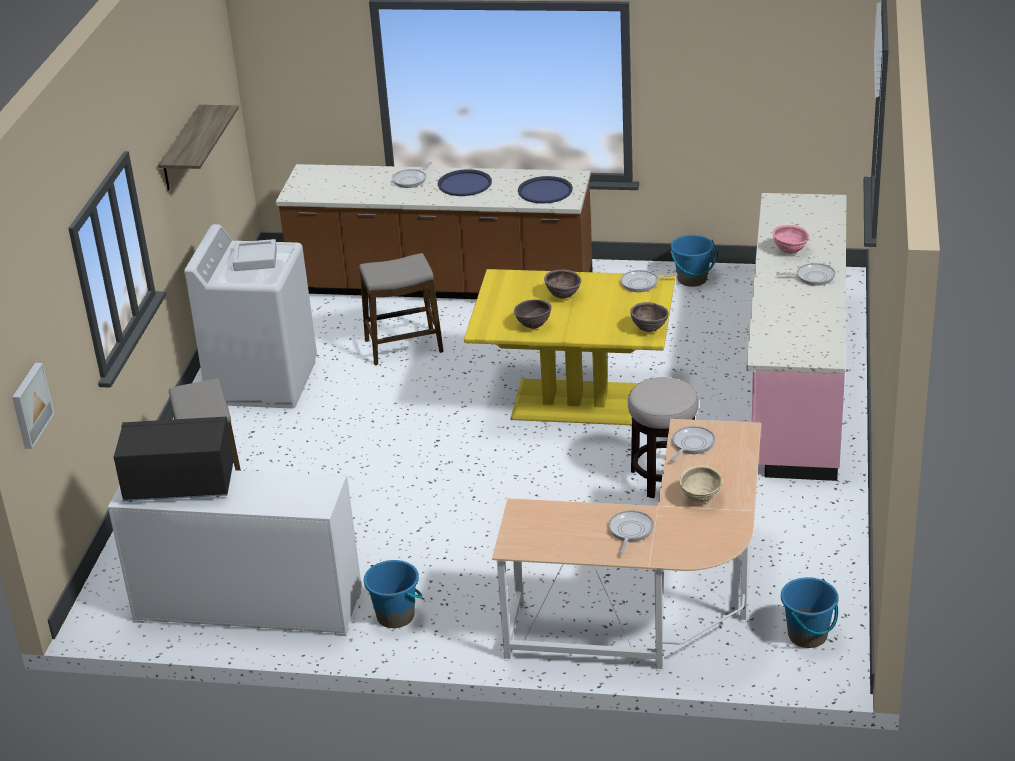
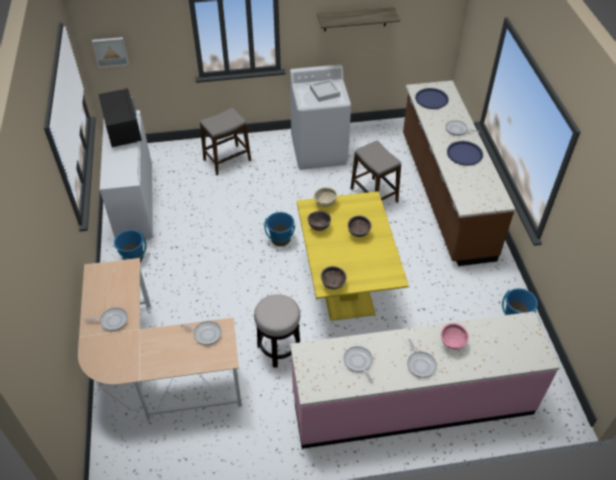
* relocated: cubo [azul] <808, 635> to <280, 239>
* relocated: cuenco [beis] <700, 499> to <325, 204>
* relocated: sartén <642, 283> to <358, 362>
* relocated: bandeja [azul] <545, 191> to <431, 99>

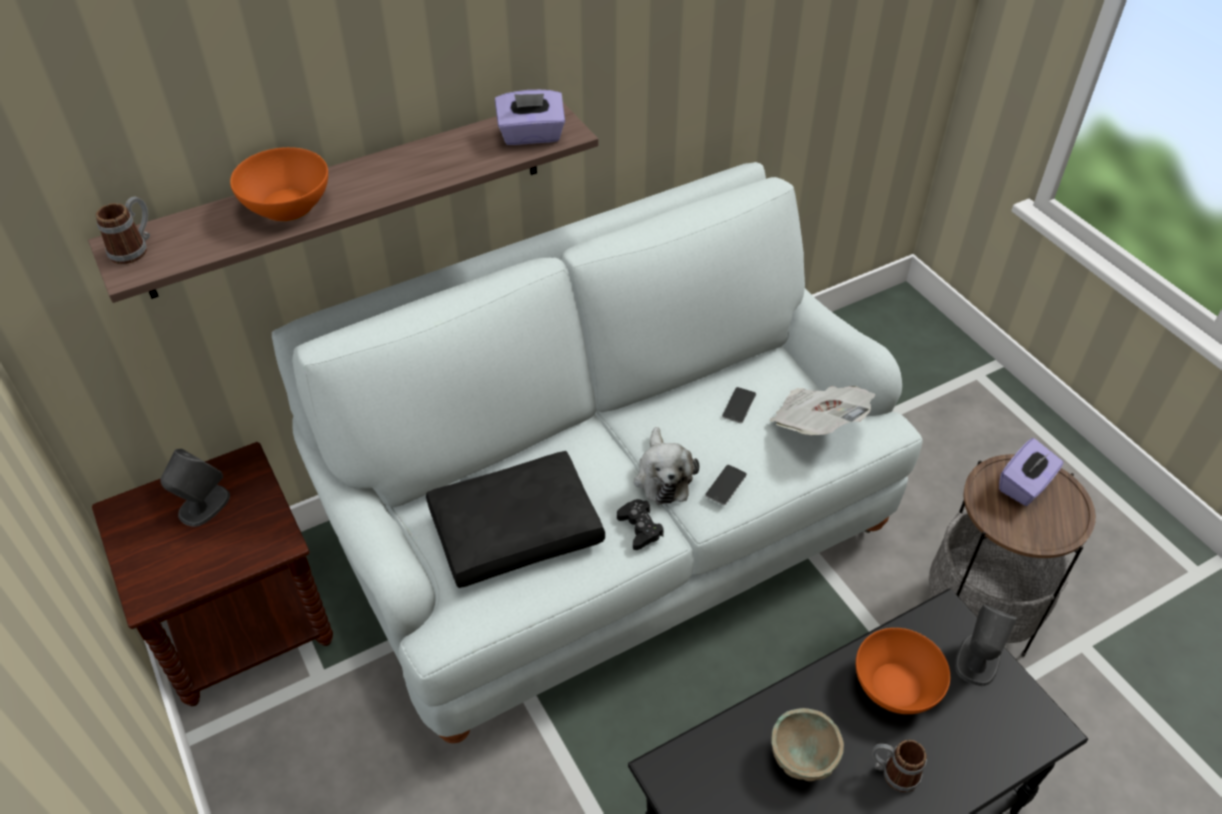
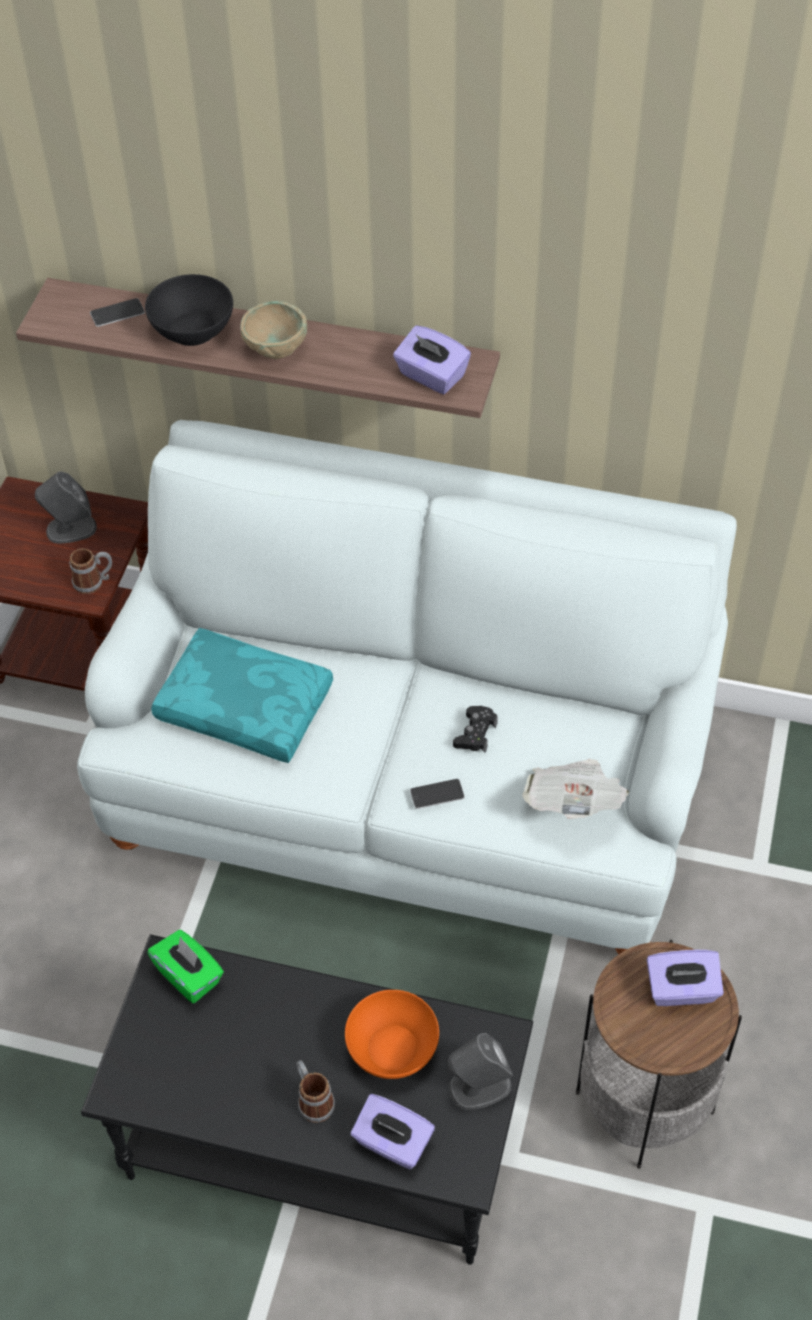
* relocated: taza grande <134, 248> to <94, 582>
* relocated: móvil <739, 405> to <117, 313>
* colour: cuenco [naranja] <287, 205> to cuenco [negro] <192, 329>
* appeared: caja de pañuelos [verde] <189, 976>
* colour: cojín [negro] <516, 527> to cojín [turquesa] <247, 705>
* relocated: cuenco [beis] <803, 758> to <276, 349>
* appeared: caja de pañuelos [morado] <392, 1143>
* relocated: mando de consola [negro] <640, 528> to <475, 733>
* missing: peluche <663, 476>

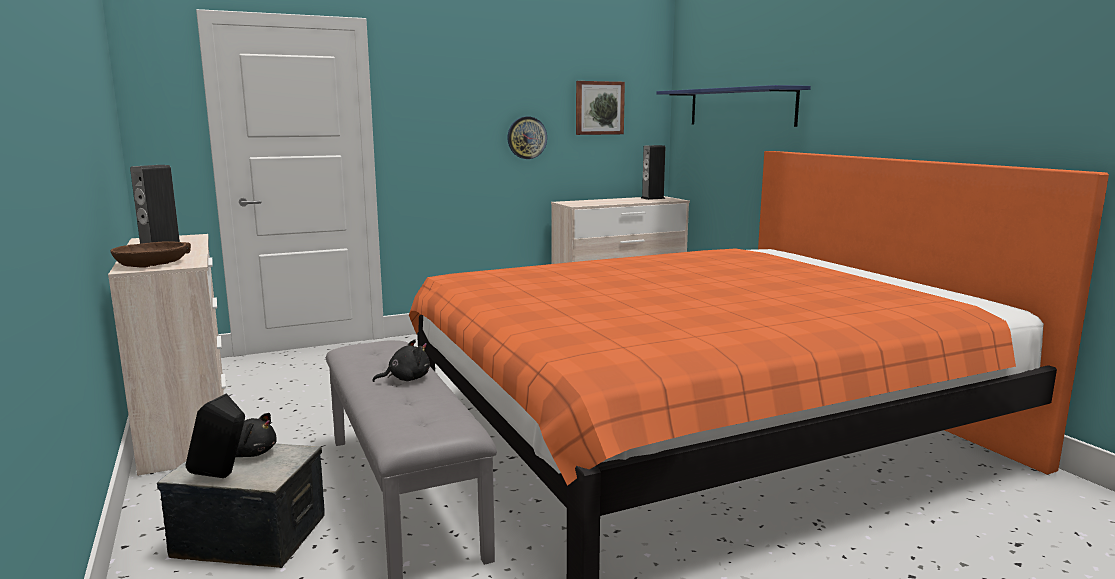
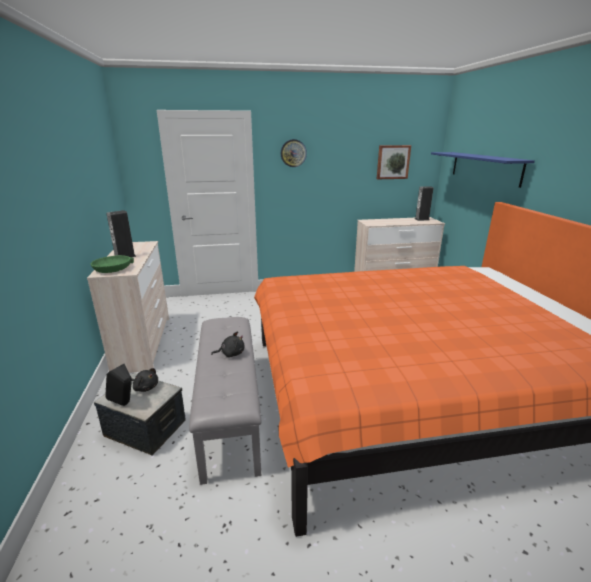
* colour: cuenco [marrón] <151, 263> to cuenco [verde] <113, 269>
* relocated: reloj de pared <526, 137> to <293, 153>

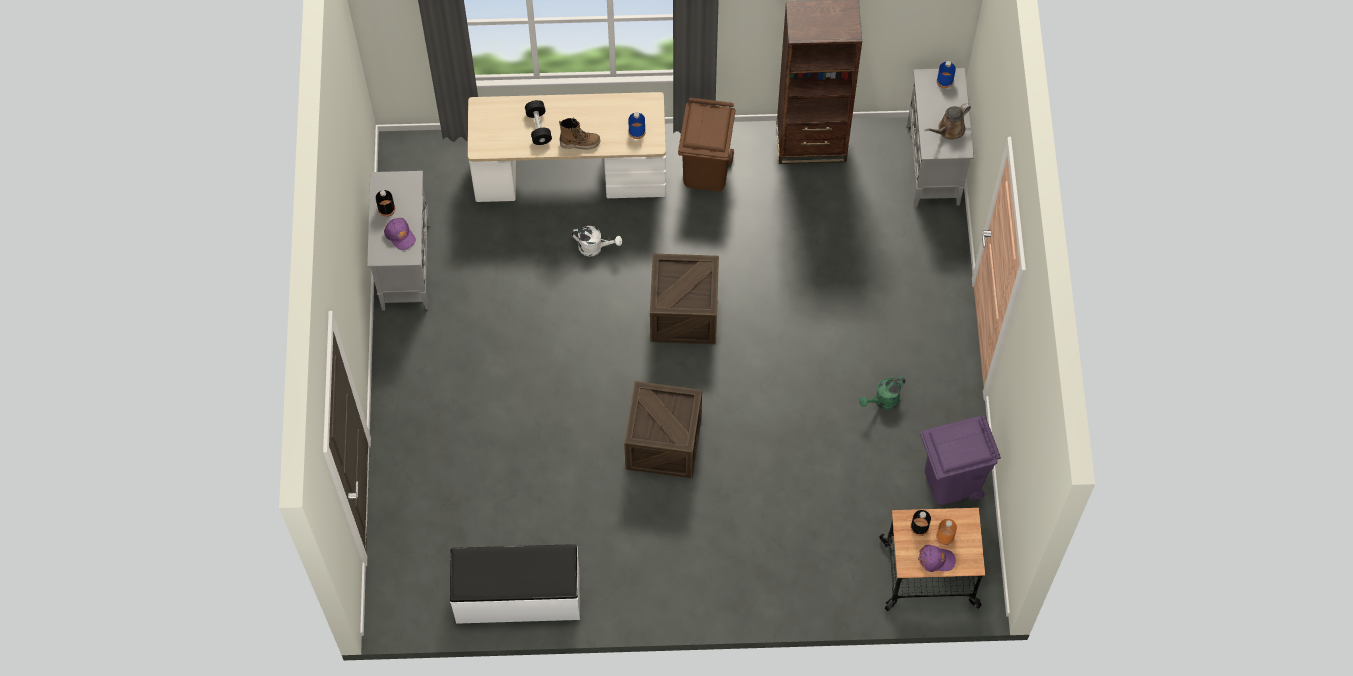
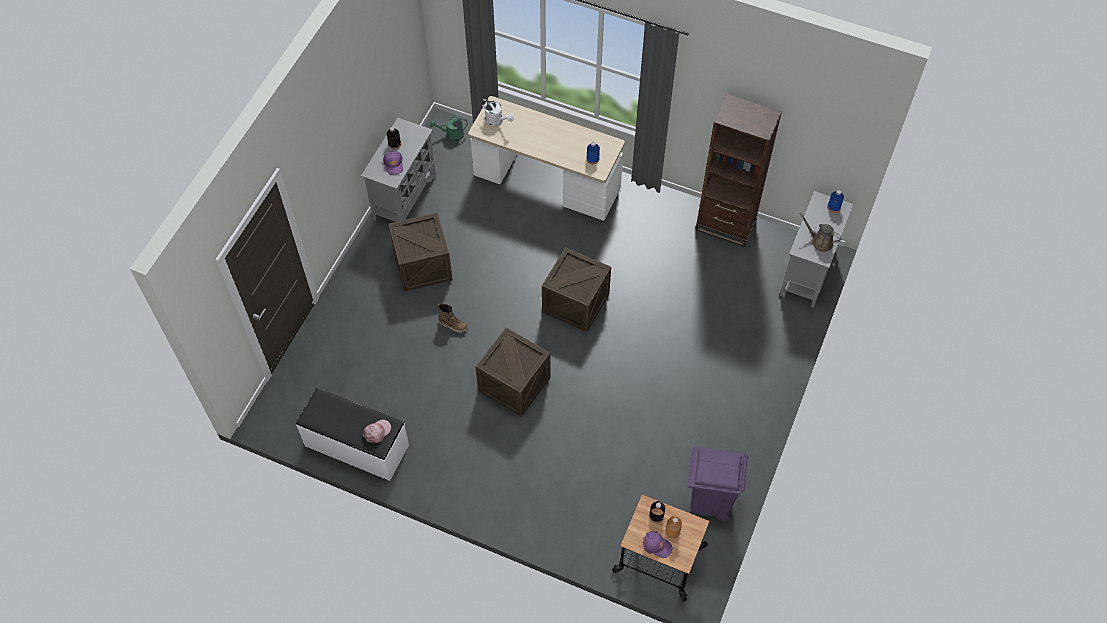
* appeared: gorra [rosa] <377, 432>
* appeared: caja de embalaje <423, 265>
* relocated: regadera [verde] <883, 401> to <451, 134>
* relocated: bota <580, 143> to <453, 325>
* relocated: regadera [blanco] <595, 247> to <496, 121>
* spun: regadera [marrón] <949, 130> = <820, 241> 45 degrees clockwise
* missing: mancuerna [negro] <538, 127>
* missing: papelera [marrón] <706, 171>

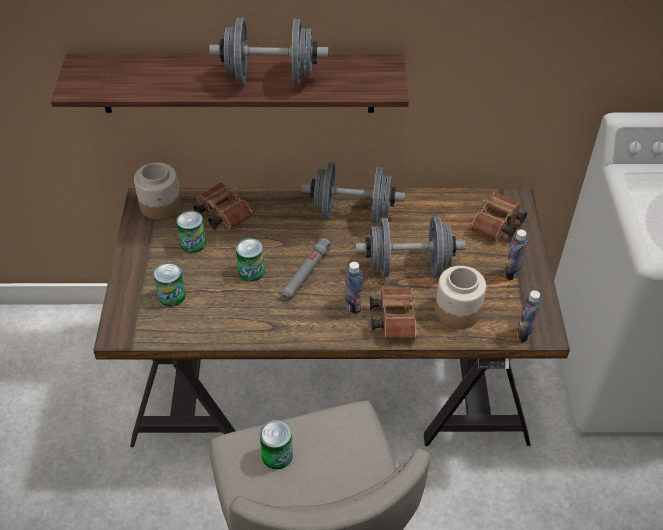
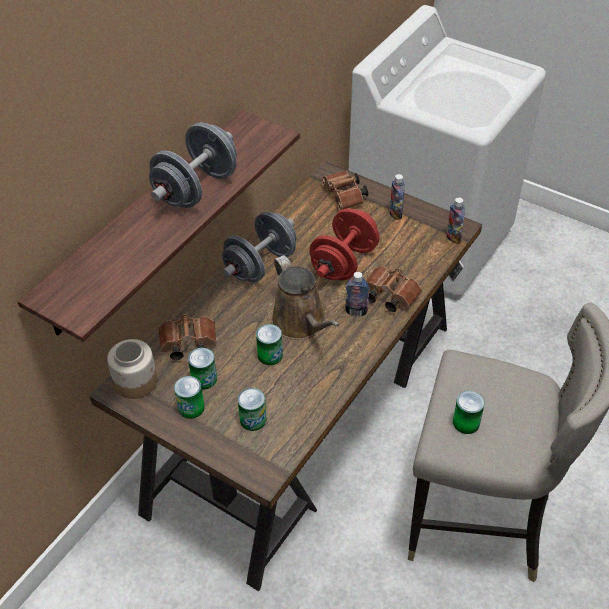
* appeared: lata <191, 407>
* exchanged: linterna [gris] <306, 274> to regadera [marrón] <301, 323>
* colour: mancuerna [gris] <408, 266> to mancuerna [rojo] <344, 262>
* missing: tarro <457, 311>

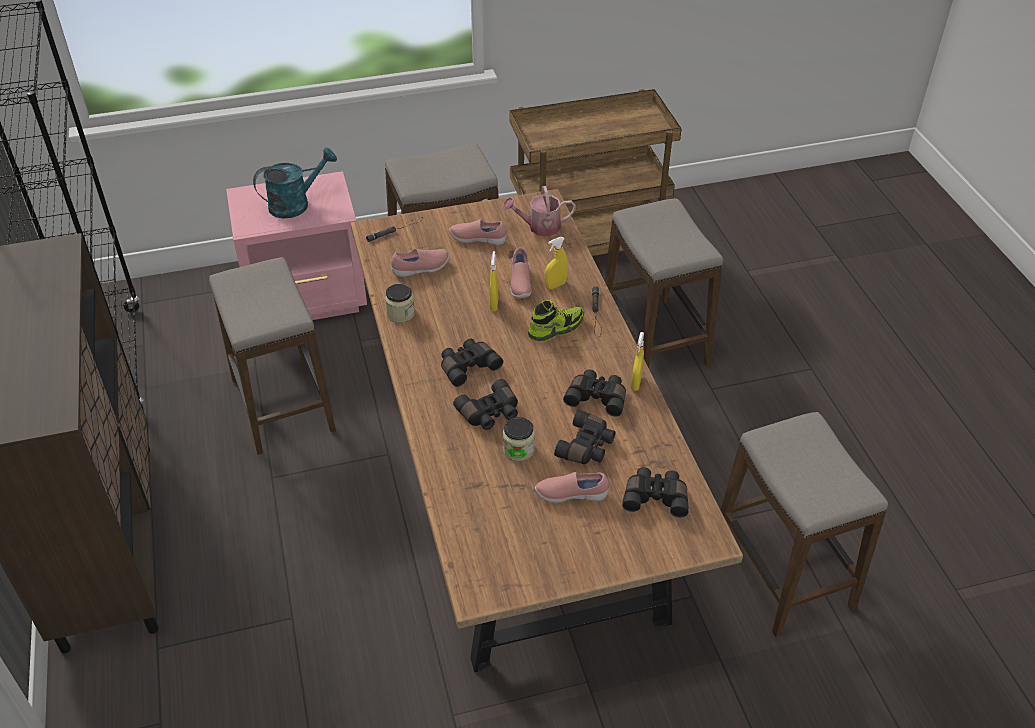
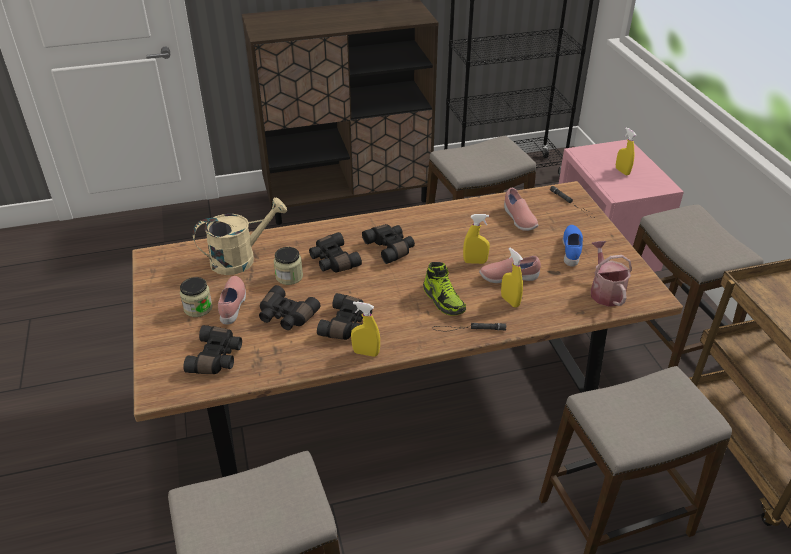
* relocated: tarro <400, 314> to <198, 308>
* appeared: regadera [beis] <241, 258>
* colour: zapato [rosa] <478, 239> to zapato [azul] <572, 251>
* exchanged: regadera [turquesa] <296, 204> to pulverizador [amarillo] <622, 171>

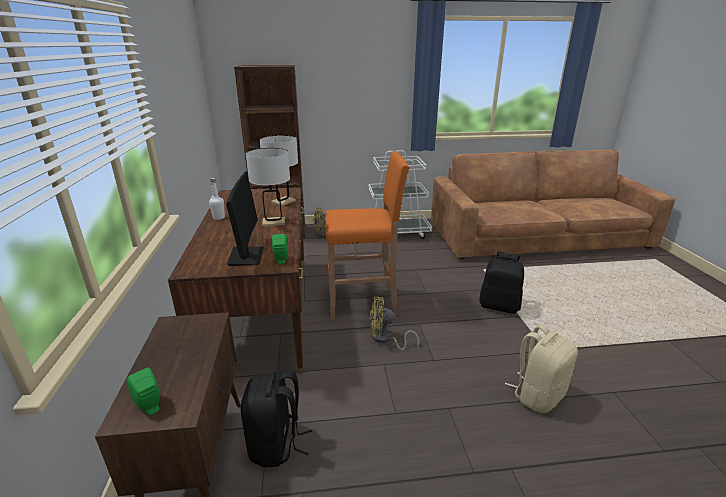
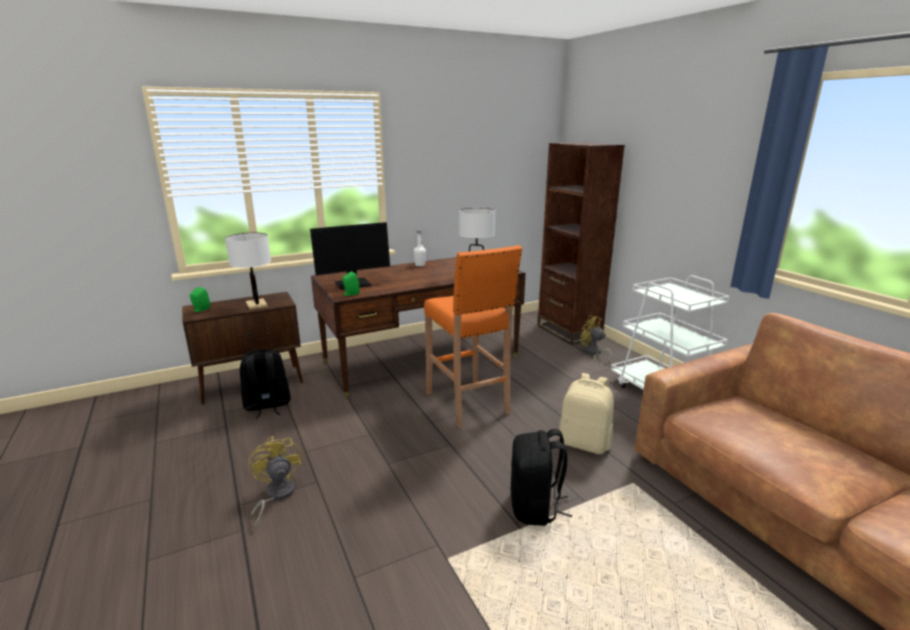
* relocated: lámpara de mesa [blanco] <273, 222> to <256, 305>
* relocated: ventilador [amarillo] <385, 339> to <275, 496>
* relocated: mochila [beis] <537, 395> to <584, 443>

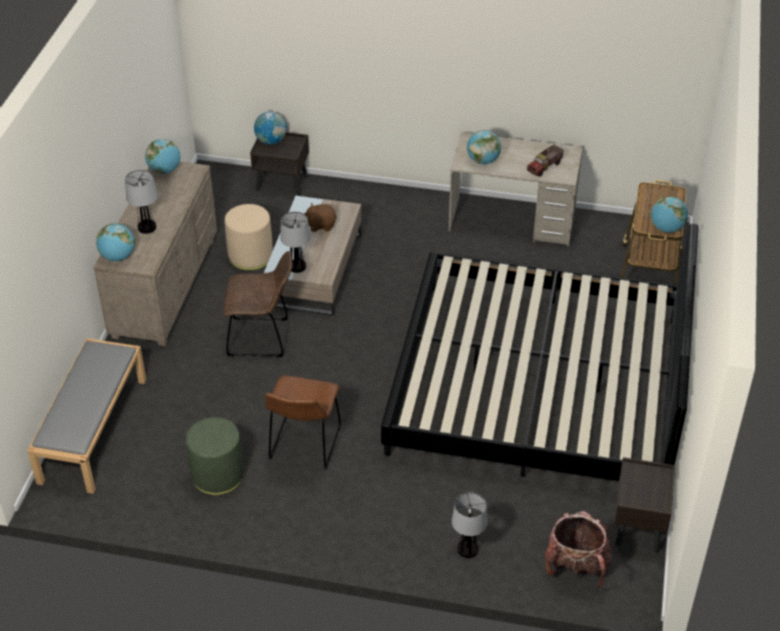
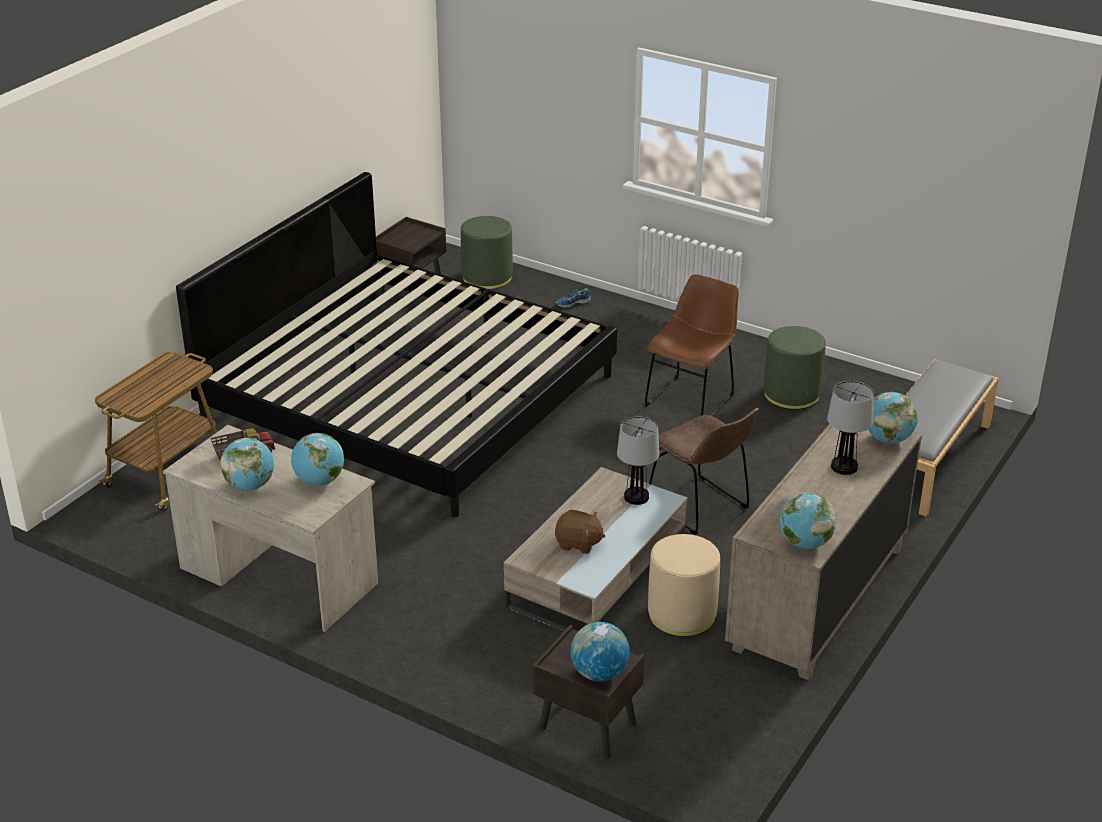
* relocated: globo terráqueo <666, 228> to <250, 485>
* exchanged: mochila <576, 566> to puf [verde] <487, 277>
* exchanged: lámpara de mesa <467, 549> to zapato <573, 303>
* spun: silla [marrón] <262, 337> = <701, 508> 150 degrees counterclockwise

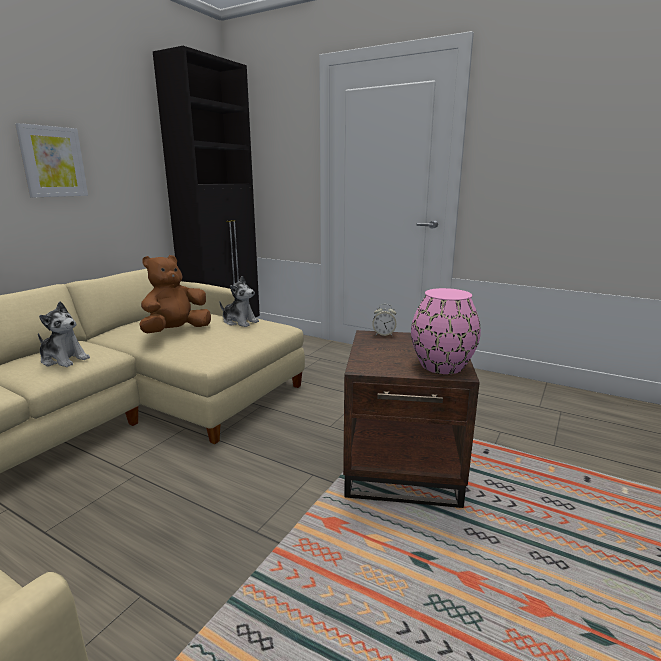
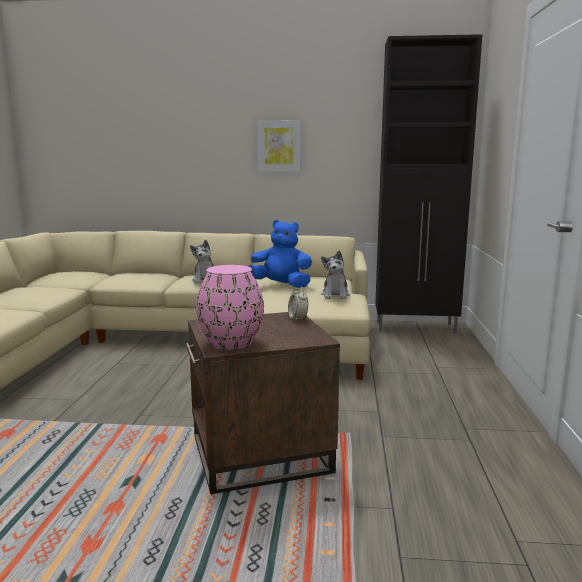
* colour: peluche [marrón] <176, 331> to peluche [azul] <281, 285>

